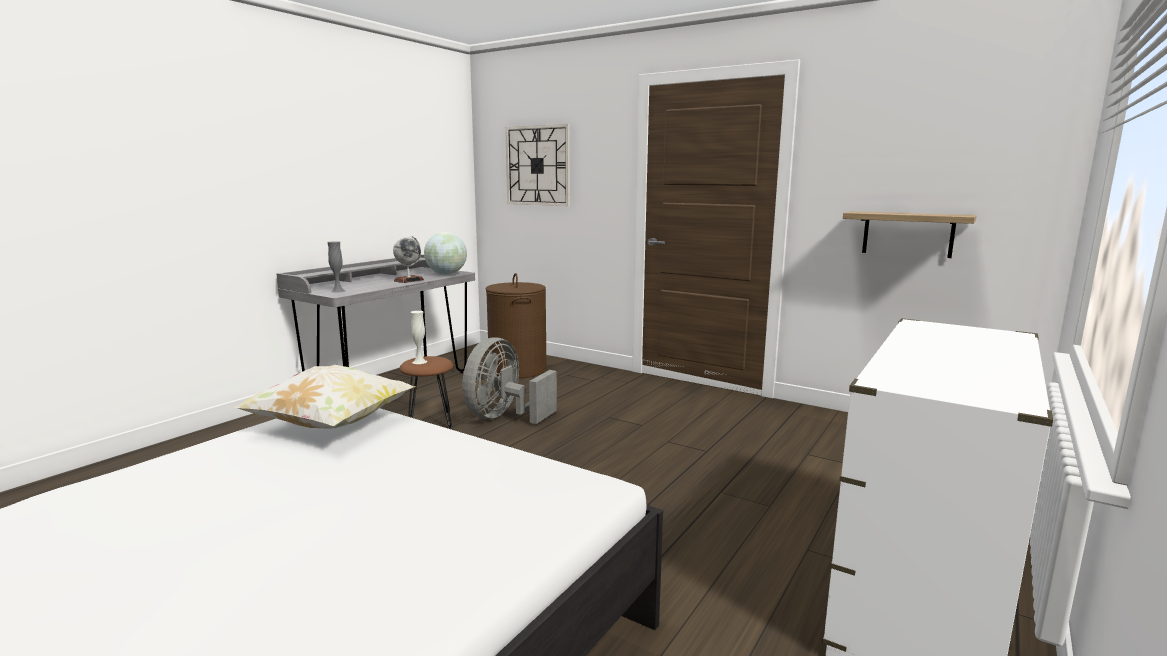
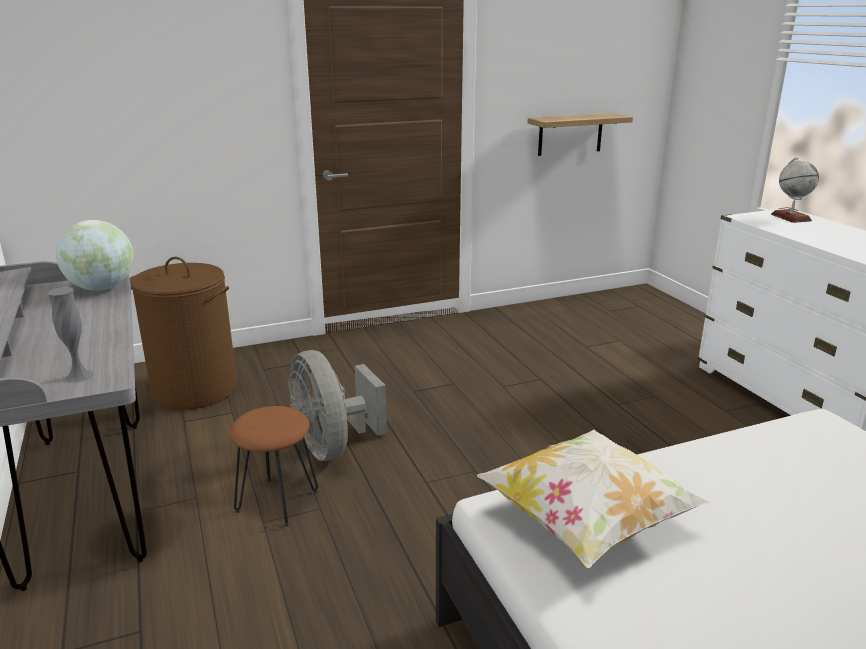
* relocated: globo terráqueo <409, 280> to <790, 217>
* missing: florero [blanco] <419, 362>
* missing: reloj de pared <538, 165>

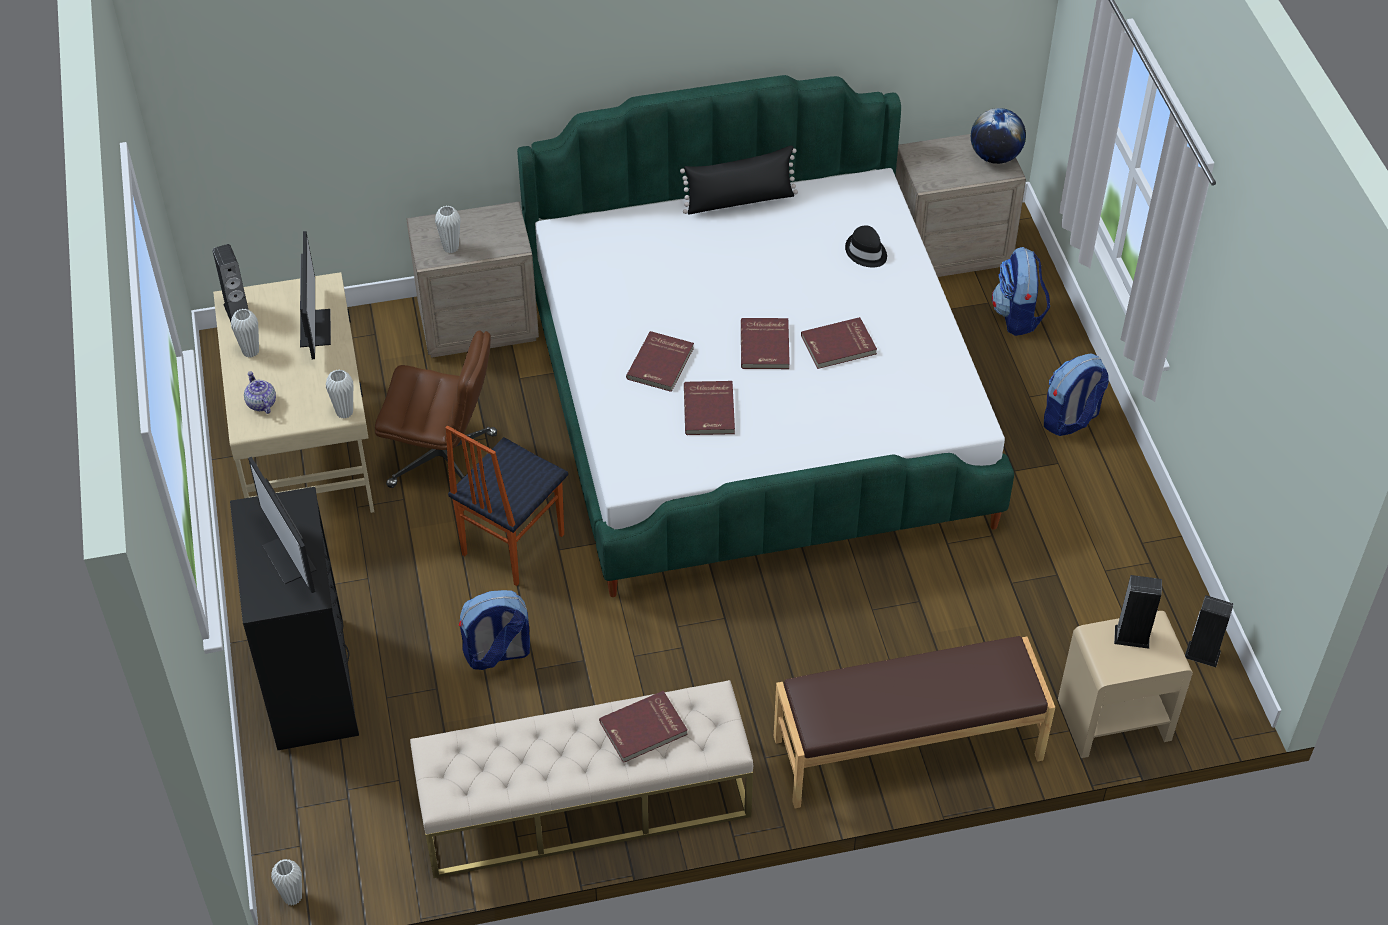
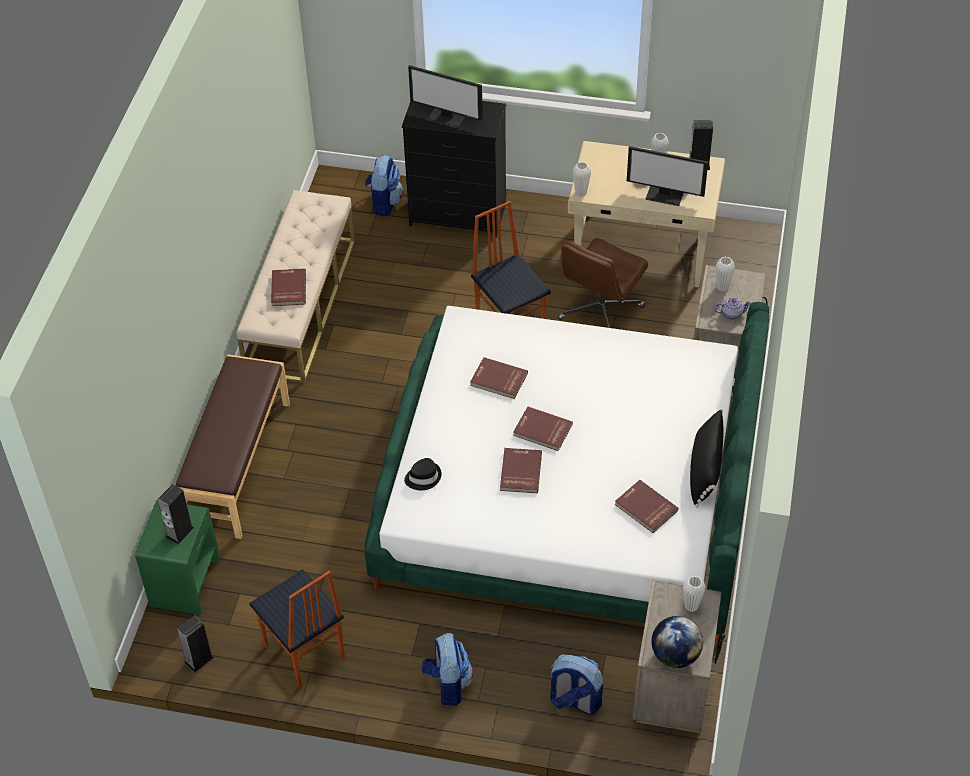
* colour: mesita de noche [beis] <1113, 720> to mesita de noche [verde] <185, 581>
* appeared: silla <303, 653>
* relocated: mochila <497, 654> to <384, 203>
* relocated: sombrero [negro] <866, 252> to <423, 477>
* spun: monitor <290, 558> = <447, 117> 150 degrees counterclockwise
* relocated: libro [rojo] <661, 364> to <645, 508>
* relocated: florero [blanco] <293, 897> to <691, 606>
* relocated: tetera <261, 403> to <732, 314>

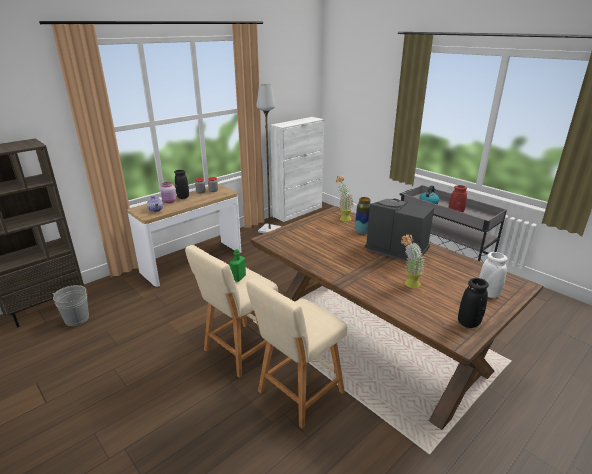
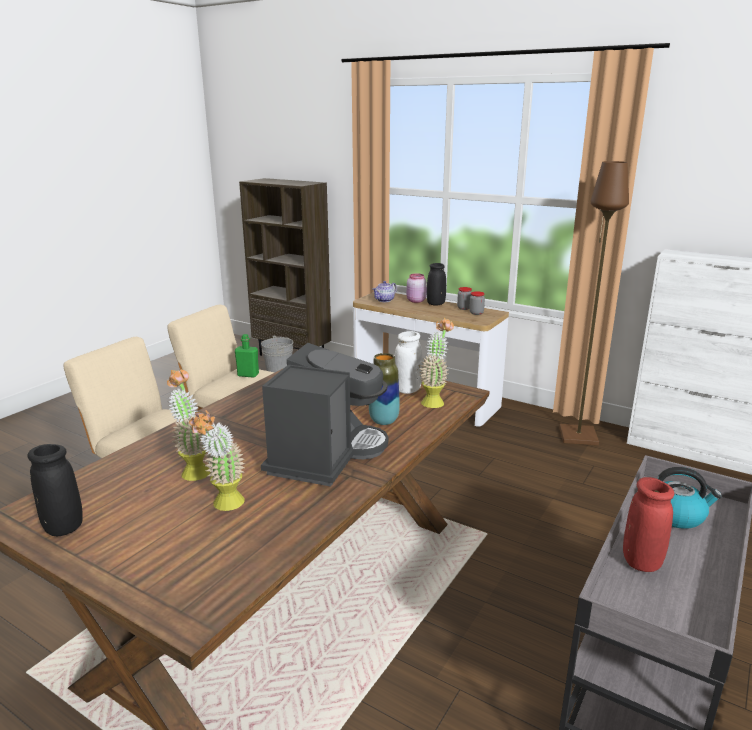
* appeared: planta en maceta <224, 506>
* relocated: florero [blanco] <488, 293> to <407, 390>
* colour: lámpara de pie [gris] <270, 230> to lámpara de pie [marrón] <577, 436>

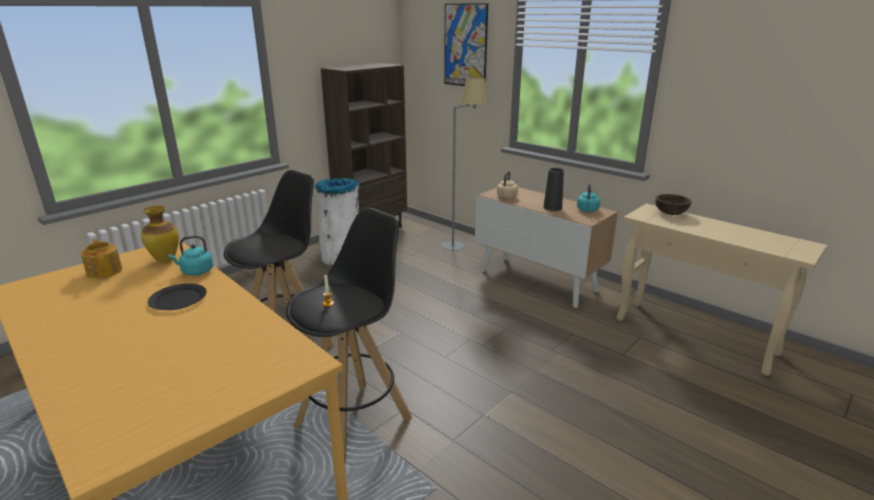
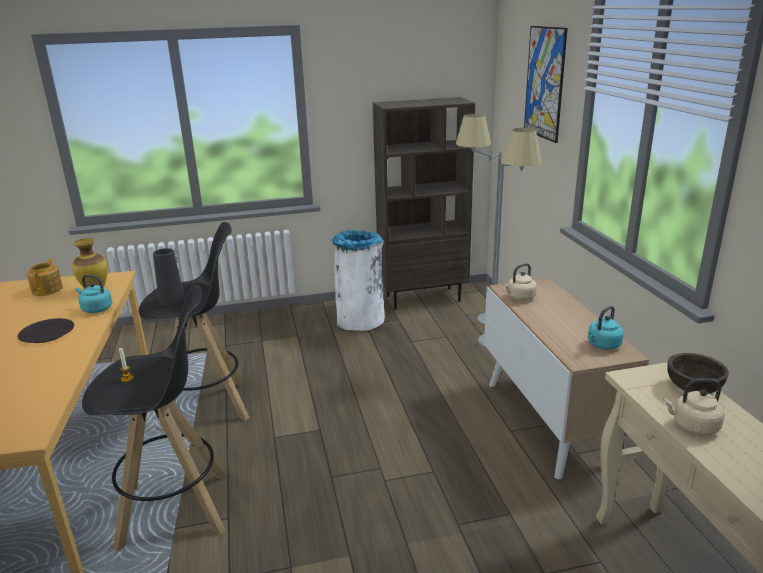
* relocated: florero [negro] <552, 207> to <172, 301>
* appeared: lámpara de pie [gris] <478, 318>
* appeared: hervidor [beis] <692, 426>

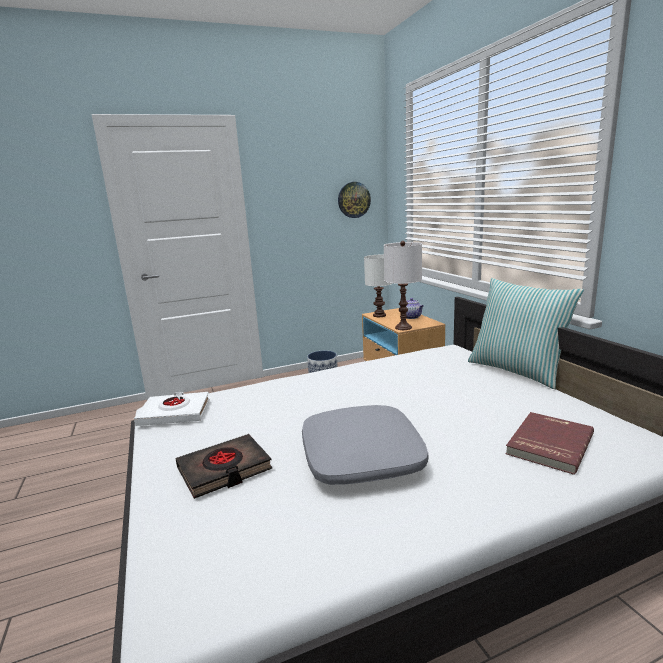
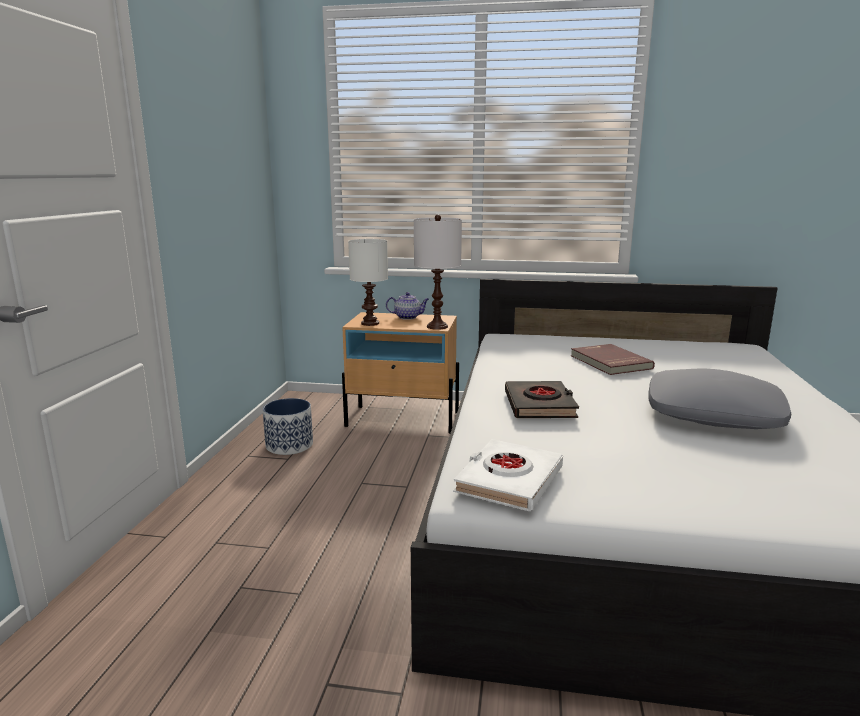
* relocated: libro [negro] <224, 470> to <540, 405>
* relocated: libro [rojo] <548, 444> to <609, 362>
* missing: reloj de pared <354, 200>
* missing: cojín <517, 370>

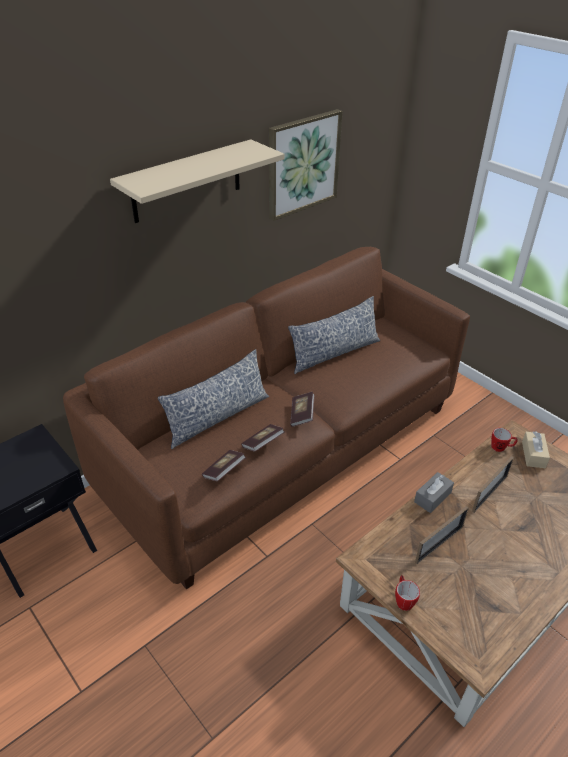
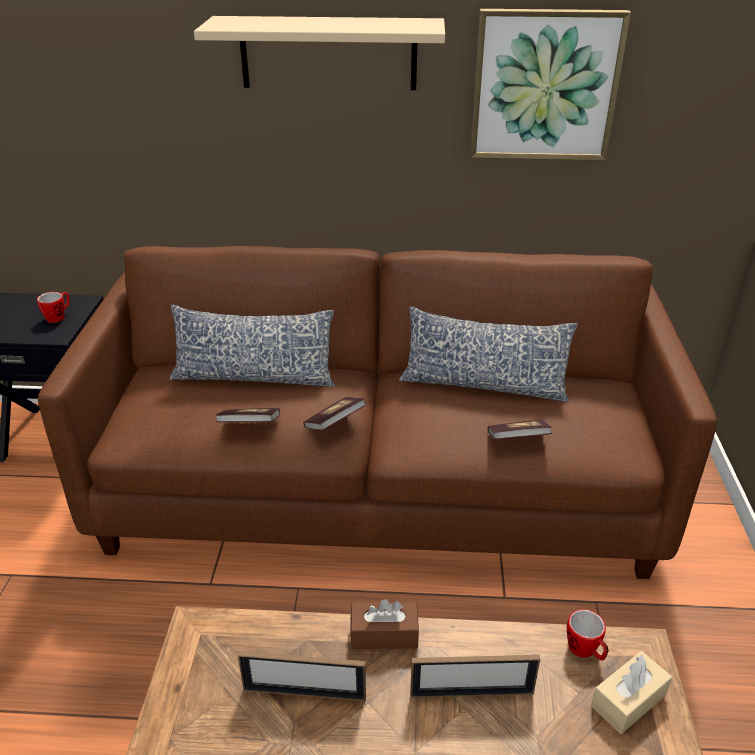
* relocated: taza grande <403, 599> to <59, 317>
* colour: caja de pañuelos [gris] <432, 497> to caja de pañuelos [marrón] <384, 634>
* relocated: libro <224, 471> to <517, 439>

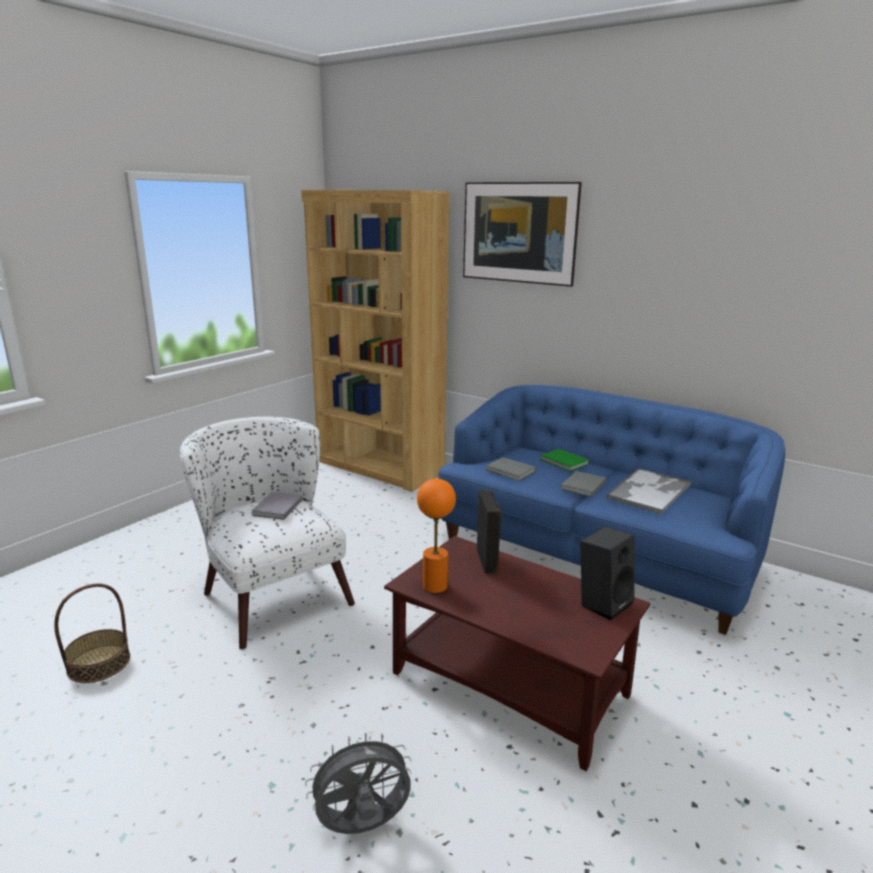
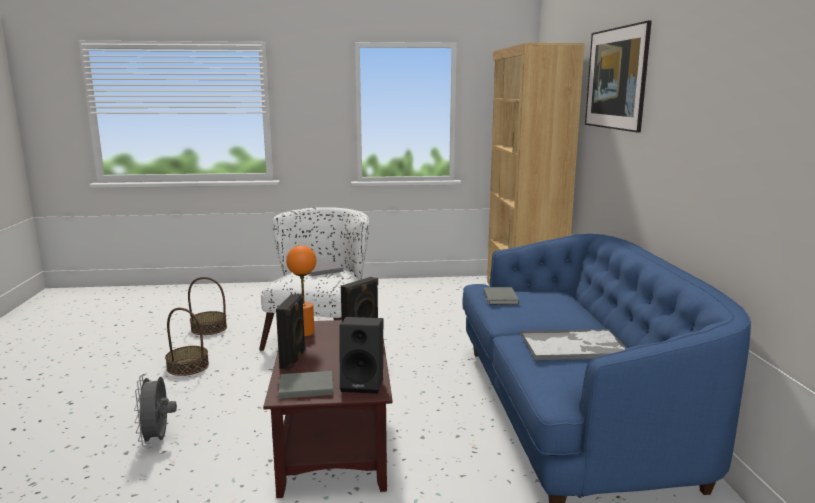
* spun: ventilador [gris] <362, 828> = <158, 440> 135 degrees counterclockwise
* appeared: cesta <187, 367>
* appeared: altavoz [negro] <294, 360>
* relocated: libro [gris] <582, 486> to <304, 387>
* missing: libro [verde] <564, 462>

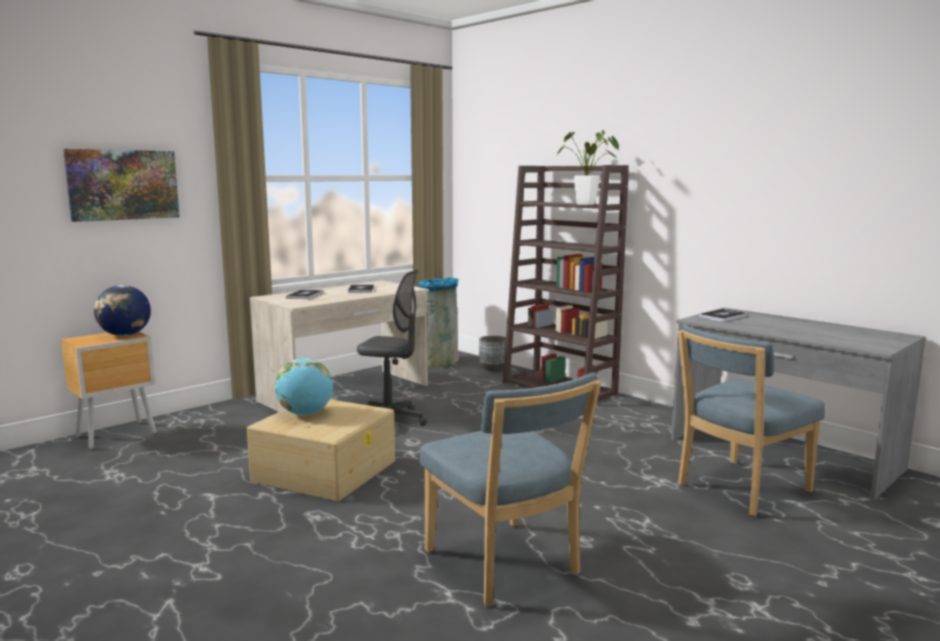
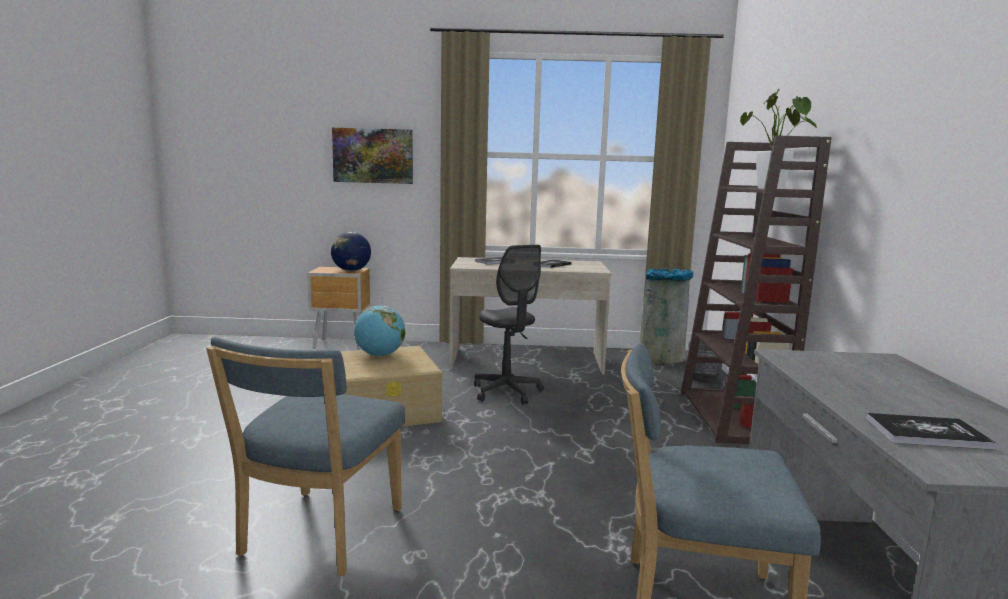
* relocated: libro <722, 316> to <927, 433>

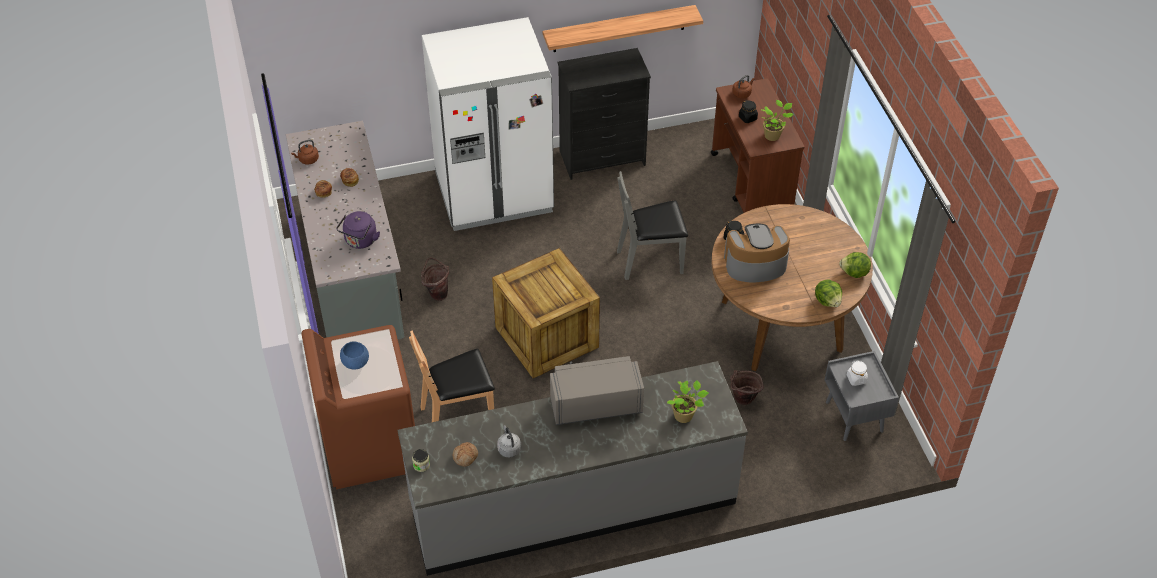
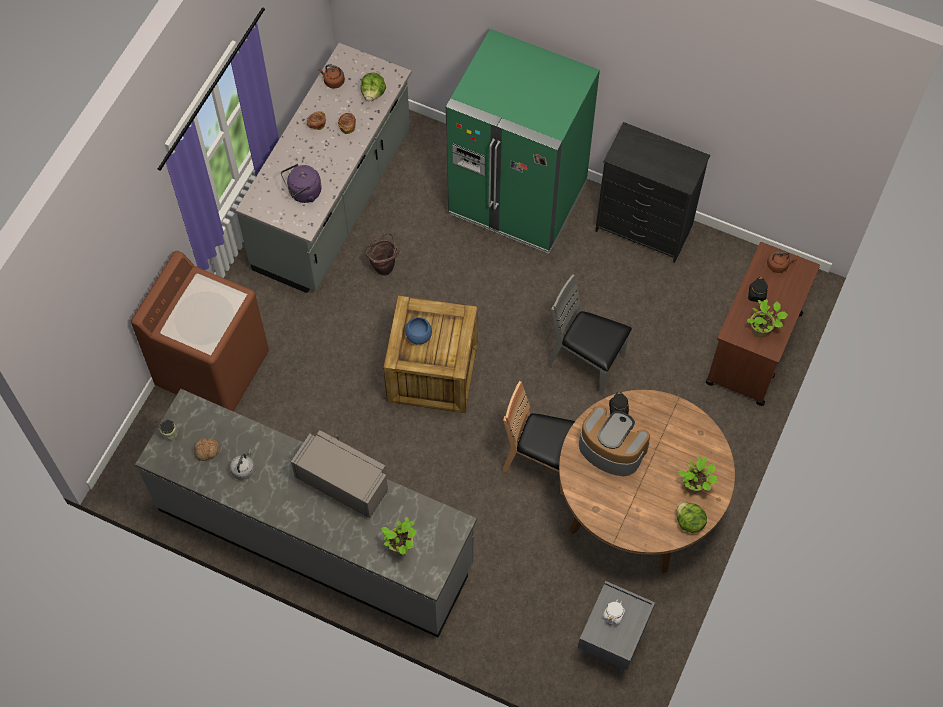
* relocated: lechuga <828, 301> to <373, 93>
* relocated: cuenco [azul] <355, 363> to <419, 336>
* colour: nevera [blanco] <494, 193> to nevera [verde] <517, 199>
* relocated: silla [marrón] <458, 415> to <541, 462>
* appeared: planta en maceta <694, 486>
* missing: estante <619, 29>
* missing: cubo [marrón] <742, 401>

